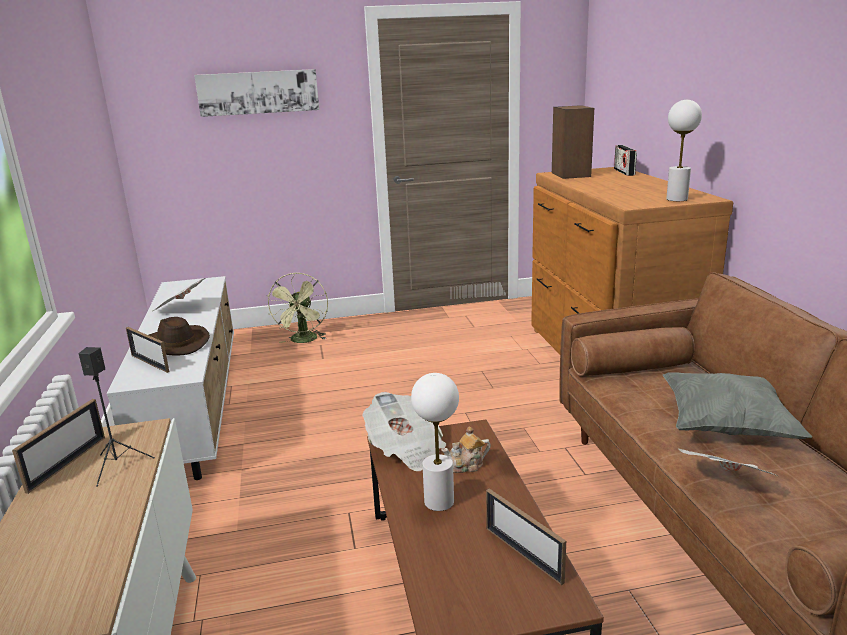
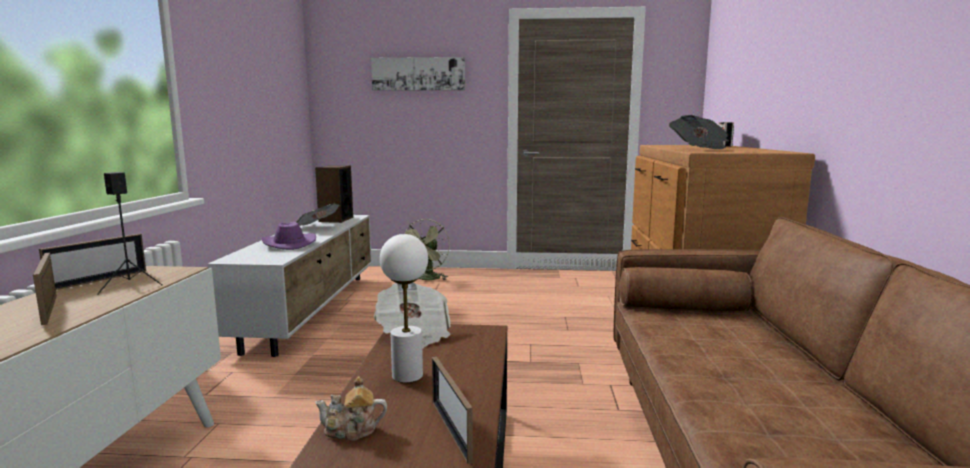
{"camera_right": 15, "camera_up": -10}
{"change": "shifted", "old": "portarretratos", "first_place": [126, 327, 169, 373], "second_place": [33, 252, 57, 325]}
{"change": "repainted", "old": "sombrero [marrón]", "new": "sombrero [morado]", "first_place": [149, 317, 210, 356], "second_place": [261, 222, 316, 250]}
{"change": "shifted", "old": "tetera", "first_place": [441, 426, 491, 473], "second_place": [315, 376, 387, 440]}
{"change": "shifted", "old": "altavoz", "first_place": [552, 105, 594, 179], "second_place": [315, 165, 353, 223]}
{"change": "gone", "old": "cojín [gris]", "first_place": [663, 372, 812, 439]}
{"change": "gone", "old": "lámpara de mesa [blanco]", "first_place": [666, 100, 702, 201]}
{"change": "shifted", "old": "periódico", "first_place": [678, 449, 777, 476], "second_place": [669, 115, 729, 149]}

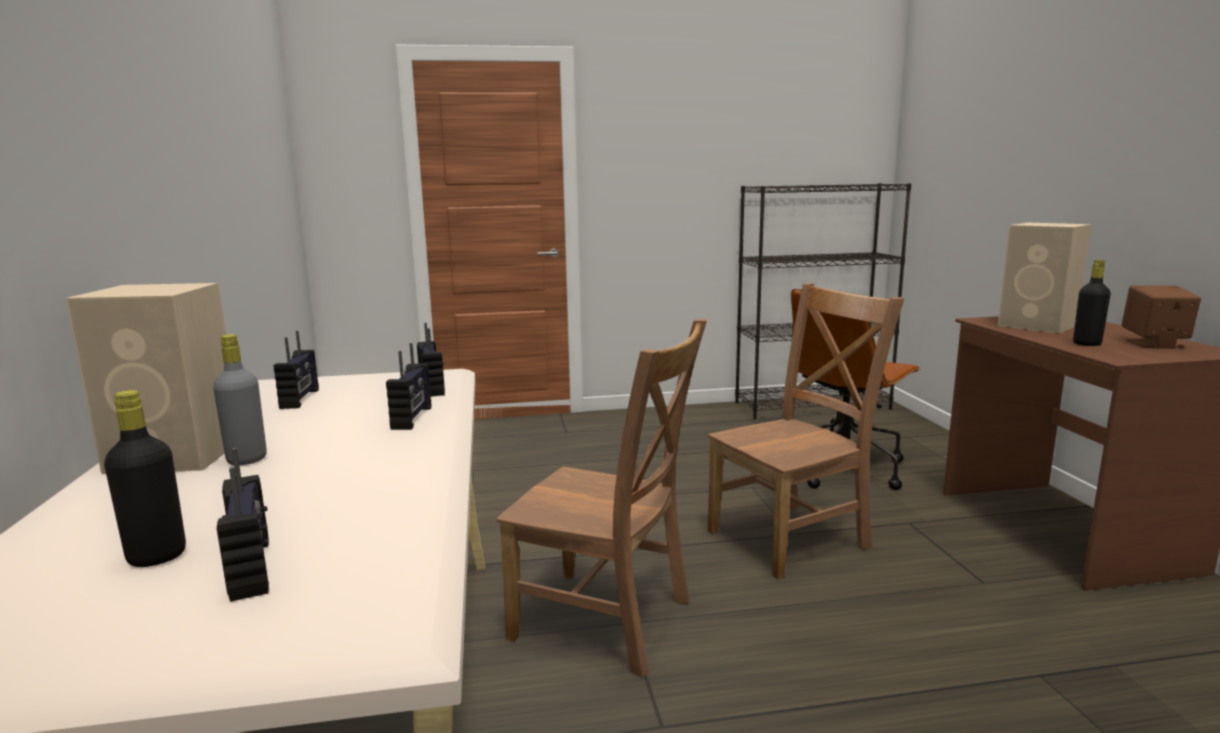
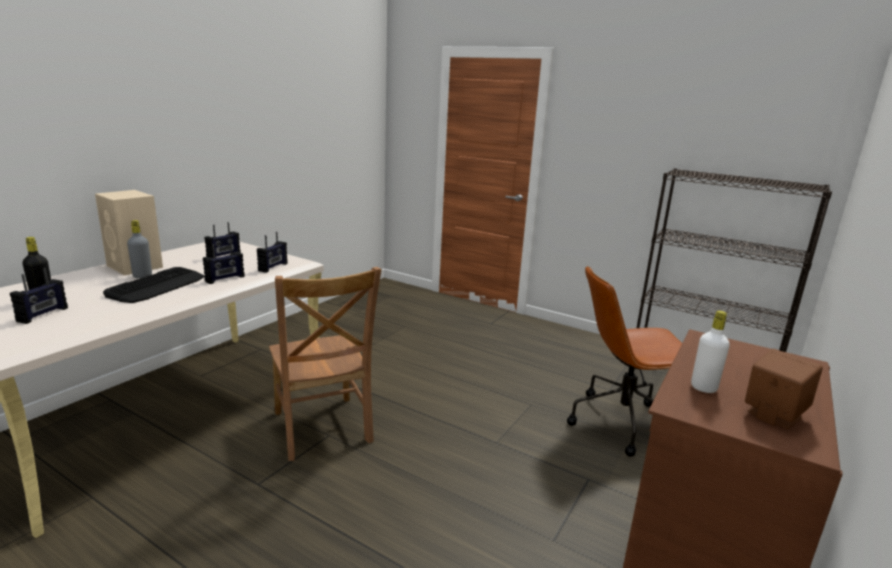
{"camera_right": 40, "camera_up": 5}
{"change": "gone", "old": "silla [marrón]", "first_place": [708, 283, 904, 579]}
{"change": "gone", "old": "altavoz [beis]", "first_place": [998, 223, 1091, 334]}
{"change": "repainted", "old": "botella [negro]", "new": "botella [blanco]", "first_place": [1073, 260, 1111, 346], "second_place": [691, 311, 730, 393]}
{"change": "new", "new": "teclado", "second_place": [103, 267, 205, 303]}

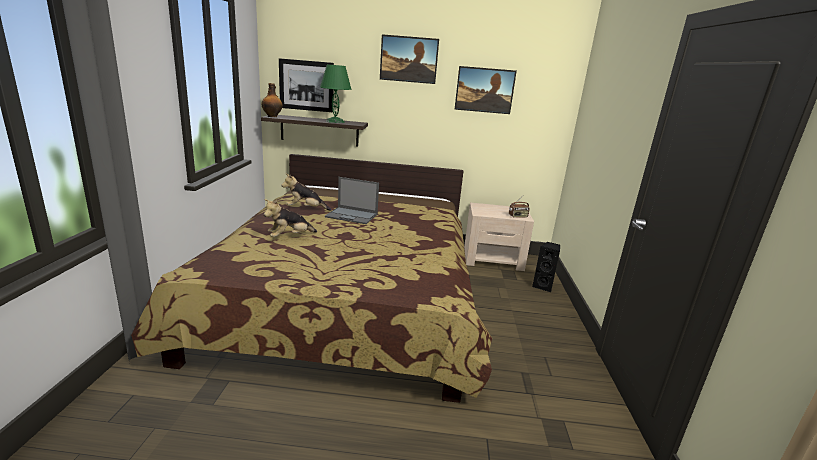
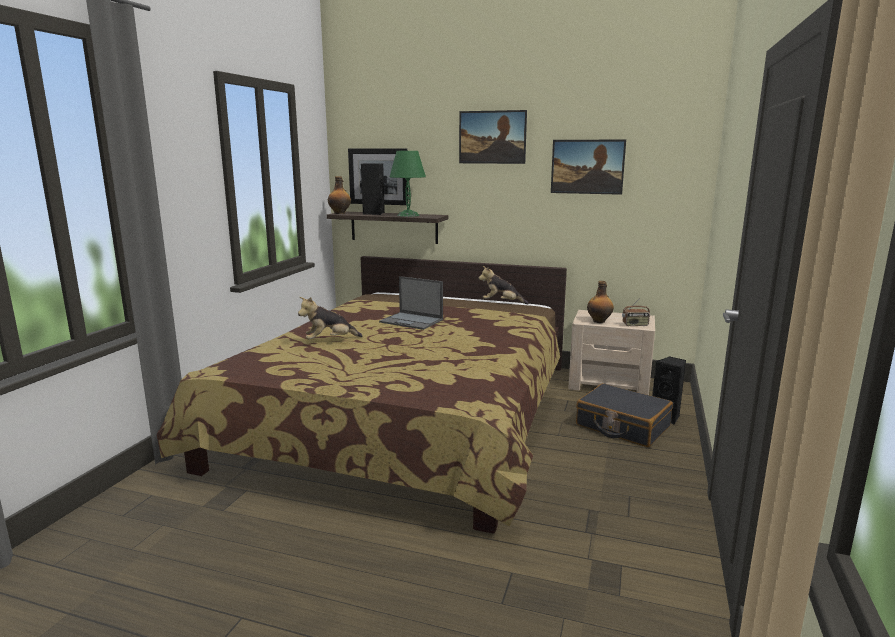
{"camera_right": 15, "camera_up": -5}
{"change": "shifted", "old": "peluche", "first_place": [281, 173, 331, 211], "second_place": [479, 266, 529, 304]}
{"change": "new", "new": "altavoz [negro]", "second_place": [361, 163, 385, 215]}
{"change": "new", "new": "maleta [negro]", "second_place": [576, 383, 673, 447]}
{"change": "new", "new": "botella", "second_place": [587, 281, 614, 323]}

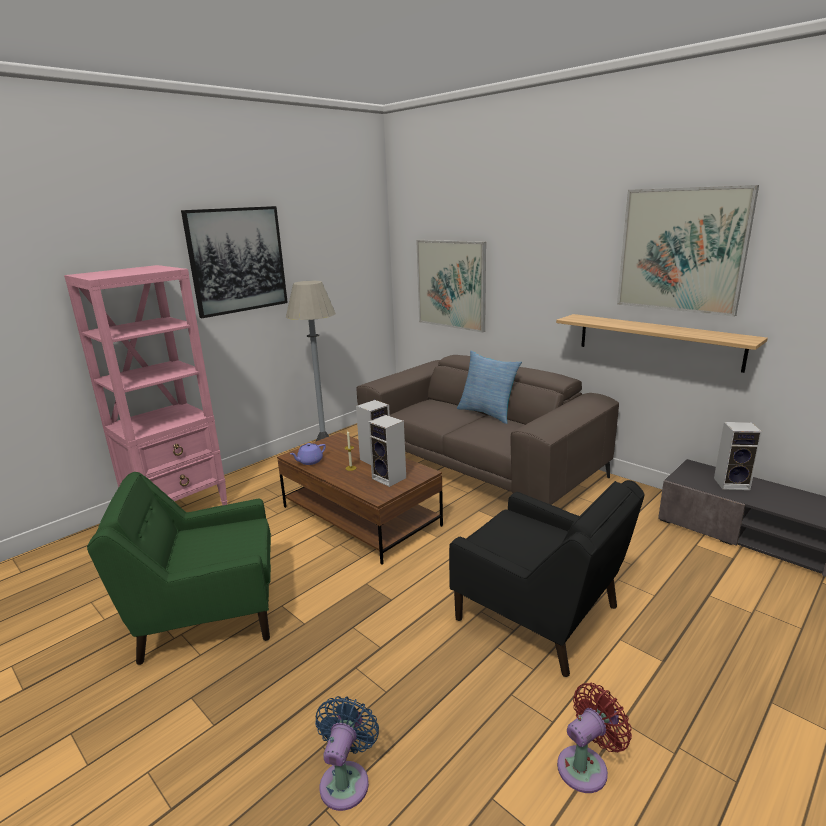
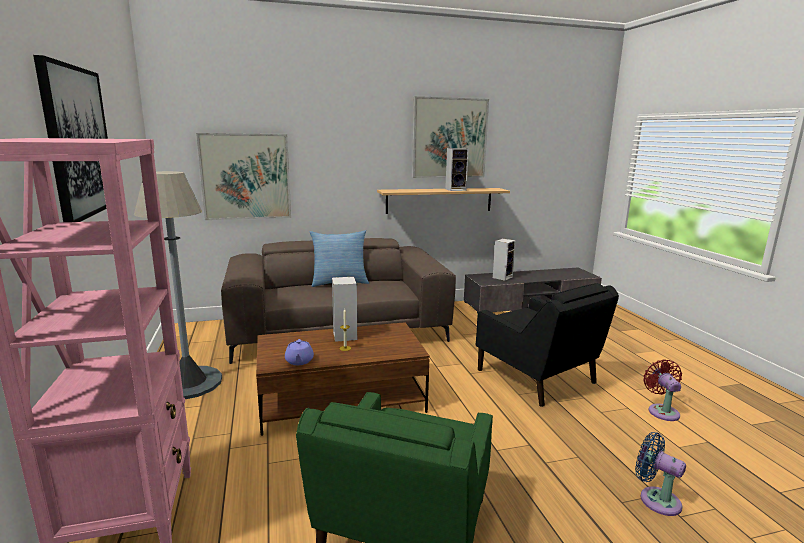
{"camera_right": -60, "camera_up": -5}
{"change": "shifted", "old": "altavoz", "first_place": [368, 415, 406, 487], "second_place": [445, 148, 469, 191]}
{"change": "rotated", "old": "sillón [negro]", "first_place": [449, 480, 644, 677], "second_place": [476, 283, 619, 407], "degrees": 75}

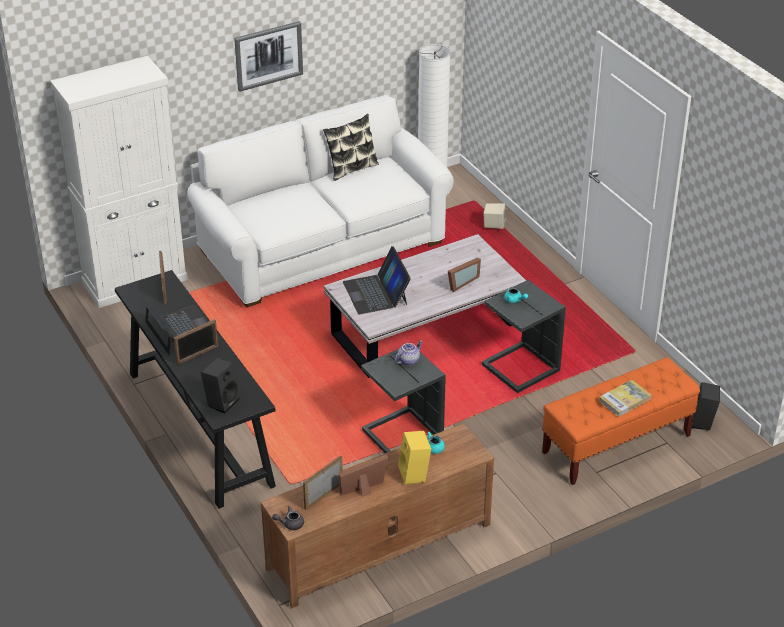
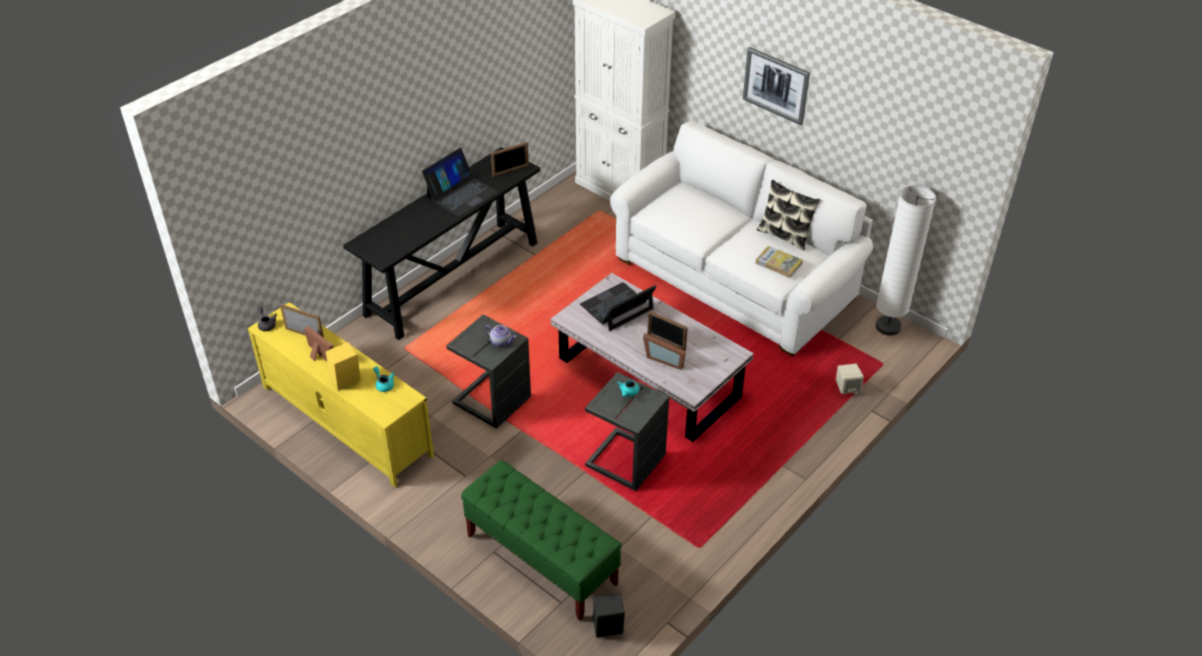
{"camera_right": 70, "camera_up": 5}
{"change": "shifted", "old": "portarretratos", "first_place": [173, 319, 218, 365], "second_place": [647, 311, 688, 351]}
{"change": "gone", "old": "altavoz [negro]", "first_place": [201, 358, 240, 414]}
{"change": "repainted", "old": "mueble de televisión [marrón]", "new": "mueble de televisión [amarillo]", "first_place": [261, 423, 494, 608], "second_place": [248, 302, 434, 487]}
{"change": "repainted", "old": "banco [naranja]", "new": "banco [verde]", "first_place": [542, 357, 700, 485], "second_place": [461, 460, 622, 621]}
{"change": "shifted", "old": "libro", "first_place": [599, 380, 652, 417], "second_place": [755, 246, 803, 278]}

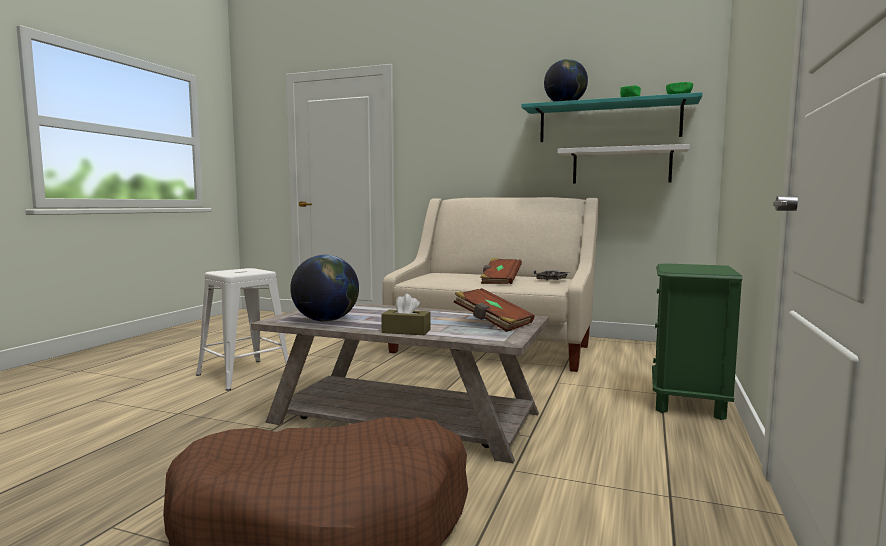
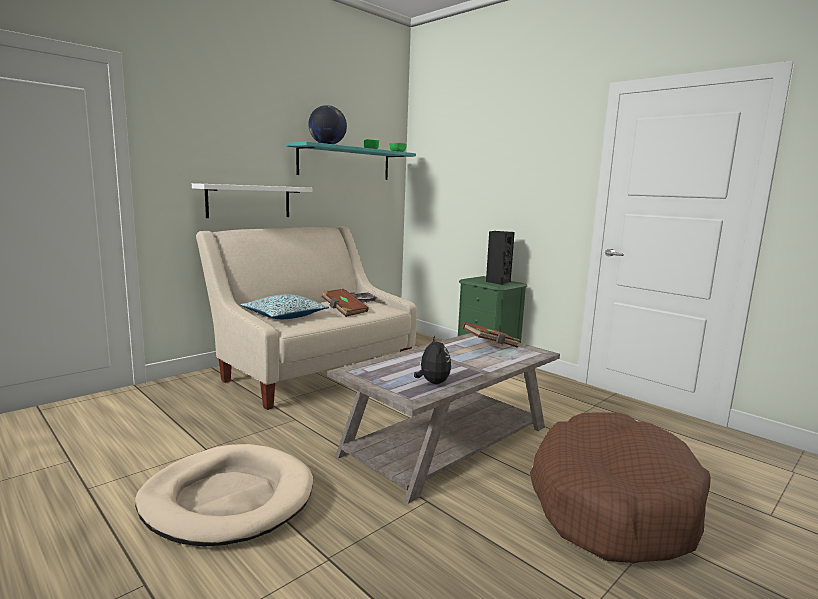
{"camera_right": -65, "camera_up": 5}
{"change": "swapped", "old": "taburete [blanco]", "new": "cama para perro [beis]", "first_place": [196, 268, 288, 391], "second_place": [135, 444, 313, 547]}
{"change": "swapped", "old": "globo terráqueo", "new": "peluche", "first_place": [290, 255, 359, 322], "second_place": [414, 336, 451, 384]}
{"change": "gone", "old": "caja de pañuelos [marrón]", "first_place": [381, 294, 431, 335]}
{"change": "shifted", "old": "estante [blanco]", "first_place": [558, 144, 690, 184], "second_place": [192, 183, 312, 218]}
{"change": "new", "new": "cojín", "second_place": [240, 294, 329, 319]}
{"change": "new", "new": "altavoz [negro]", "second_place": [486, 231, 515, 285]}

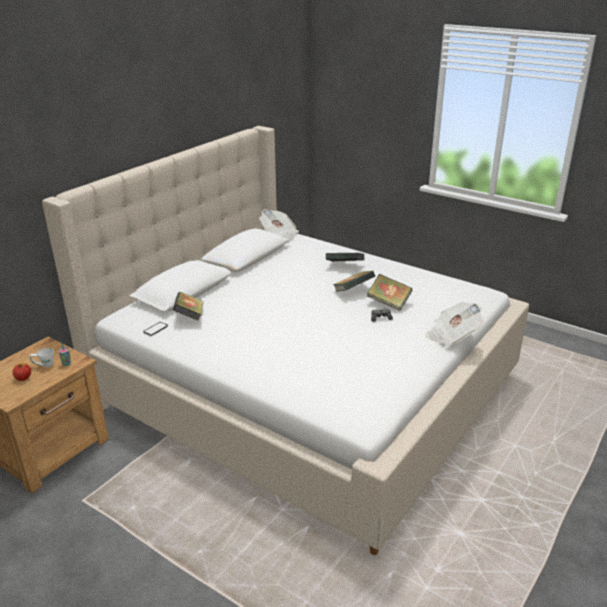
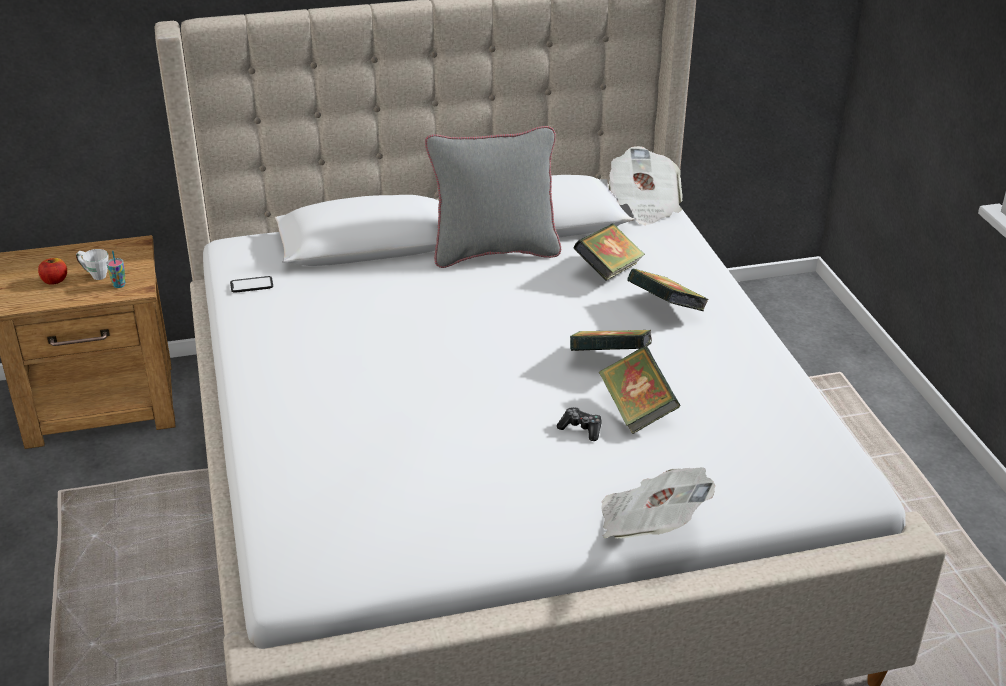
{"camera_right": 40, "camera_up": 5}
{"change": "shifted", "old": "libro", "first_place": [173, 292, 204, 321], "second_place": [573, 224, 645, 281]}
{"change": "new", "new": "cojín [gris]", "second_place": [425, 126, 561, 268]}

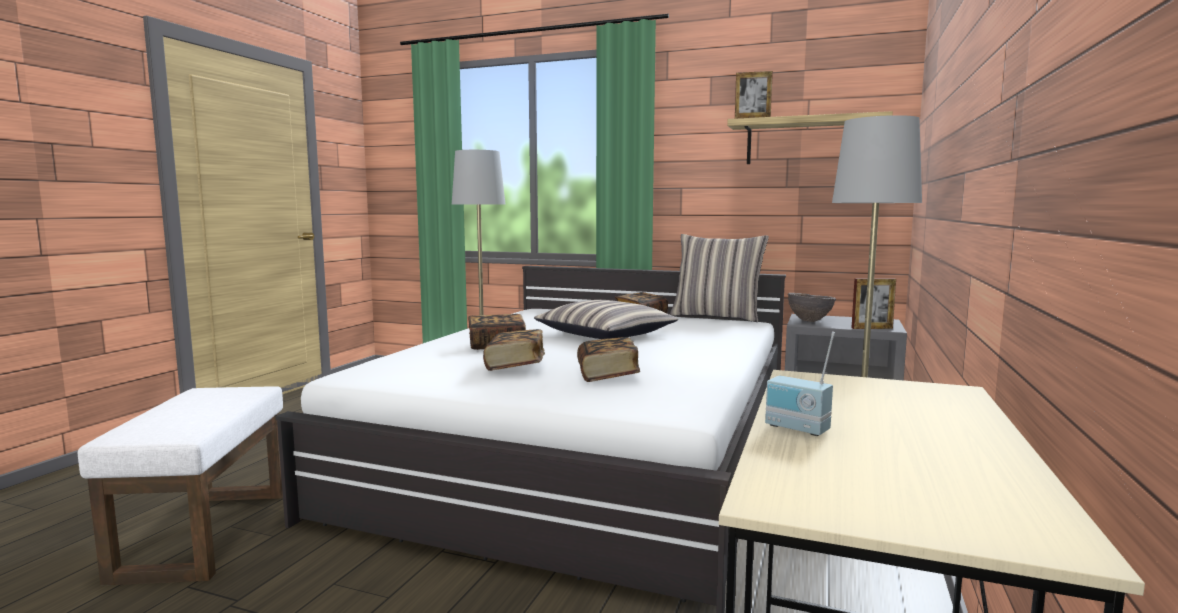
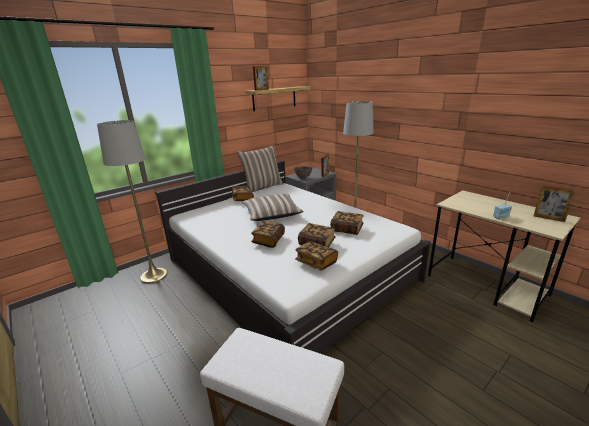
{"camera_right": -60, "camera_up": 15}
{"change": "new", "new": "libro", "second_place": [295, 241, 338, 271]}
{"change": "new", "new": "portarretratos", "second_place": [534, 185, 575, 222]}

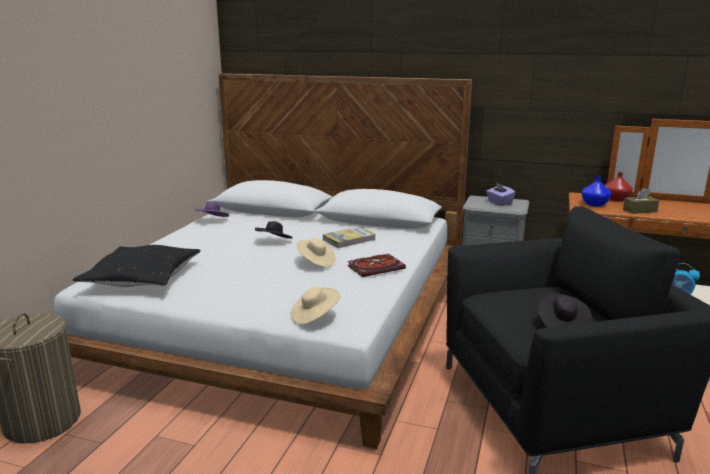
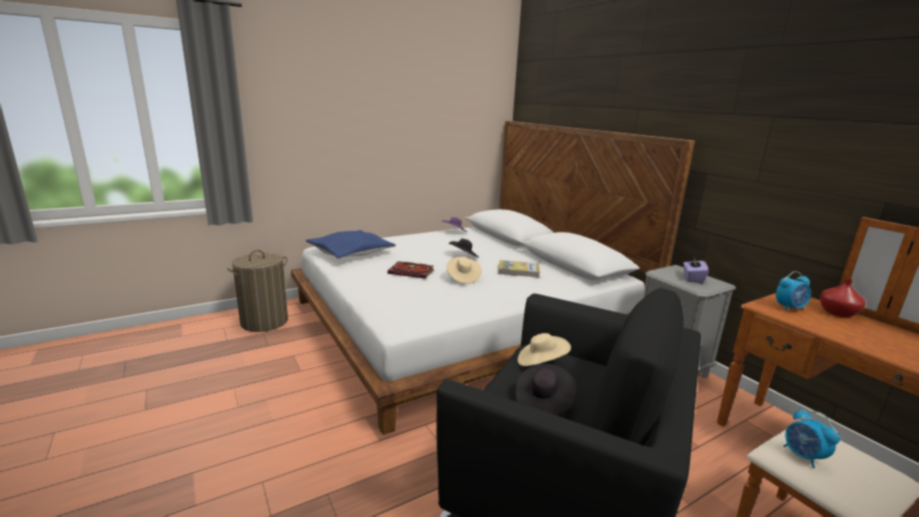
{"camera_right": 40, "camera_up": 0}
{"change": "repainted", "old": "cojín [negro]", "new": "cojín [azul]", "first_place": [73, 245, 201, 287], "second_place": [306, 230, 396, 259]}
{"change": "shifted", "old": "sombrero [beis]", "first_place": [290, 287, 340, 324], "second_place": [517, 333, 571, 366]}
{"change": "shifted", "old": "libro", "first_place": [347, 254, 406, 277], "second_place": [388, 261, 434, 279]}
{"change": "swapped", "old": "florero [azul]", "new": "despertador", "first_place": [582, 176, 611, 206], "second_place": [776, 271, 811, 311]}
{"change": "gone", "old": "caja de pañuelos [marrón]", "first_place": [623, 188, 659, 214]}

